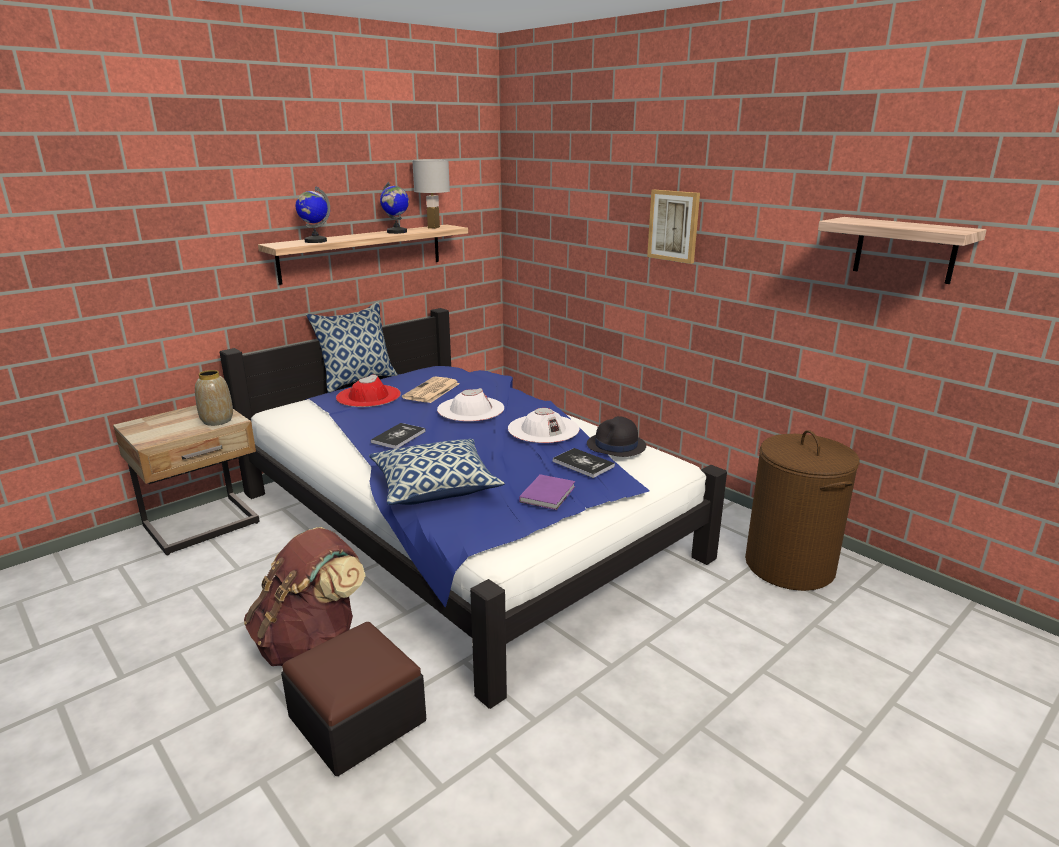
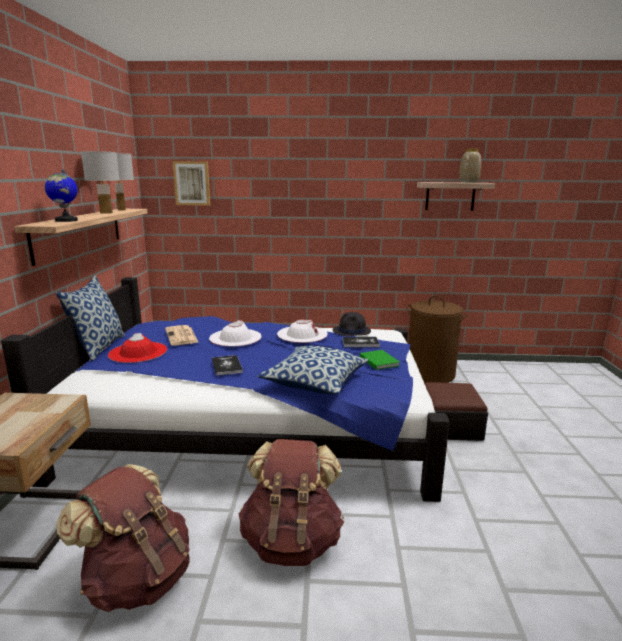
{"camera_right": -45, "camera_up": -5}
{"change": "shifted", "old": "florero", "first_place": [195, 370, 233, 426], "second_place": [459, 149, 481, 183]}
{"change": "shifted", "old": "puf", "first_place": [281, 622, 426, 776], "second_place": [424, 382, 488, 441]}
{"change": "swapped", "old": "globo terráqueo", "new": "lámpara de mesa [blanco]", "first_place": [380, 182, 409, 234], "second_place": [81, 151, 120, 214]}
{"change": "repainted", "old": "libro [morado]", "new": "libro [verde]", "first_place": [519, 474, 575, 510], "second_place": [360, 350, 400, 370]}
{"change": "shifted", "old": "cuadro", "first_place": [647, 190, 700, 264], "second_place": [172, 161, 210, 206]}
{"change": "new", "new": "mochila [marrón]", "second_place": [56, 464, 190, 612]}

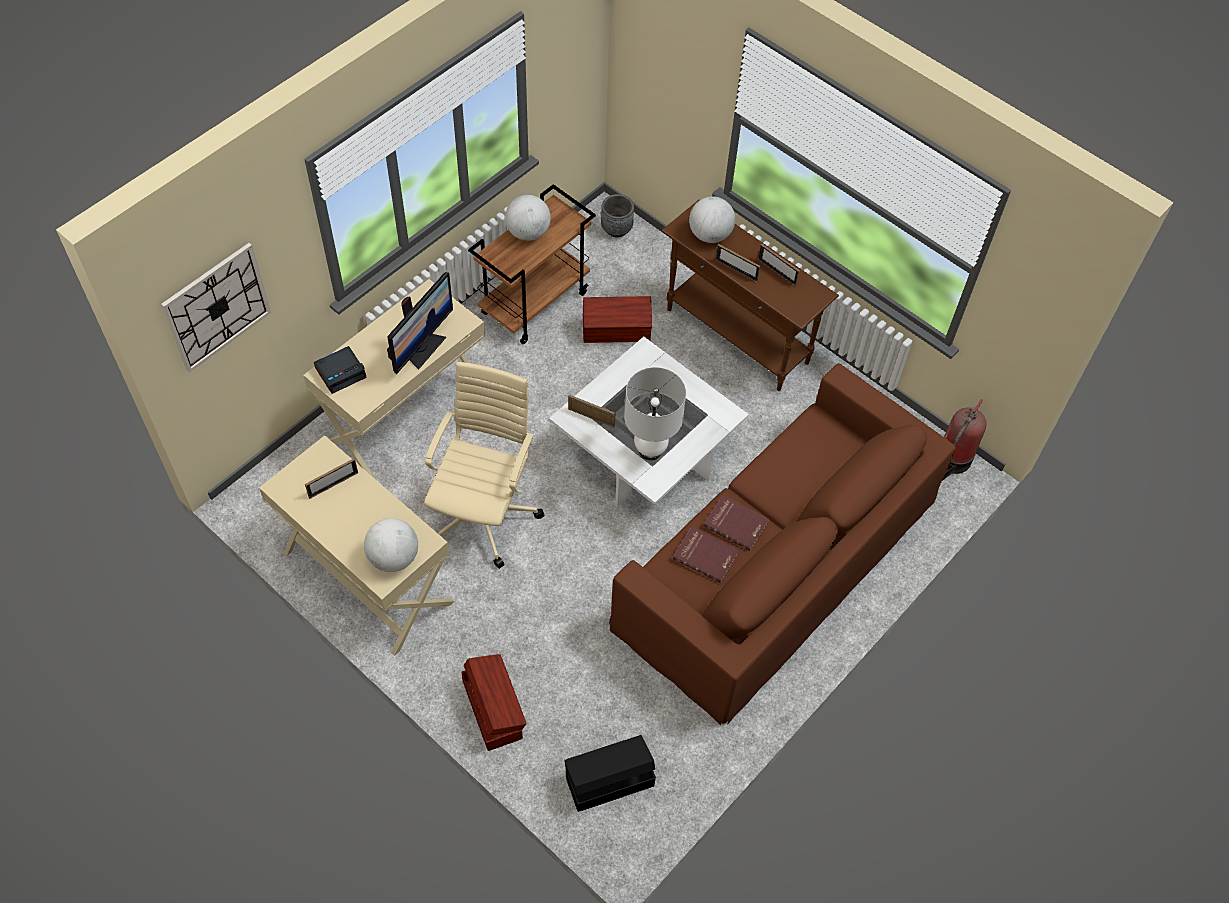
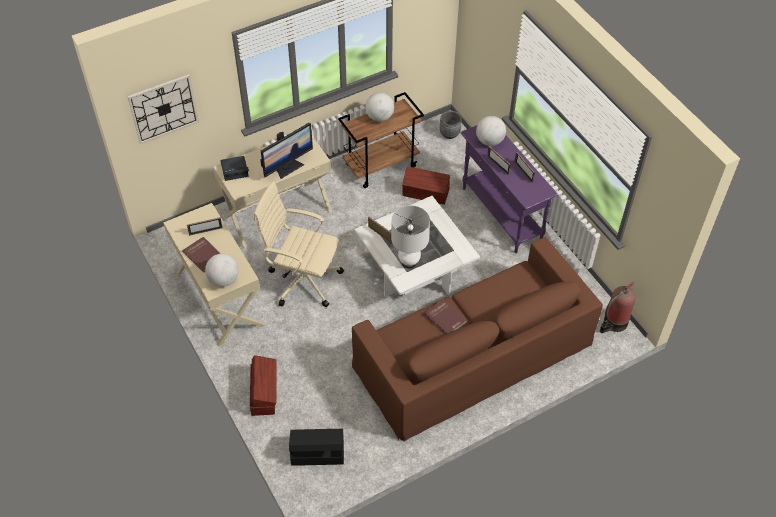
{"camera_right": 20, "camera_up": -5}
{"change": "rotated", "old": "silla de oficina [beis]", "first_place": [424, 362, 545, 569], "second_place": [254, 181, 344, 307], "degrees": -105}
{"change": "repainted", "old": "mesa consola [marrón]", "new": "mesa consola [morado]", "first_place": [662, 199, 839, 391], "second_place": [460, 125, 558, 253]}
{"change": "shifted", "old": "libro [rojo]", "first_place": [673, 526, 739, 583], "second_place": [182, 237, 221, 273]}

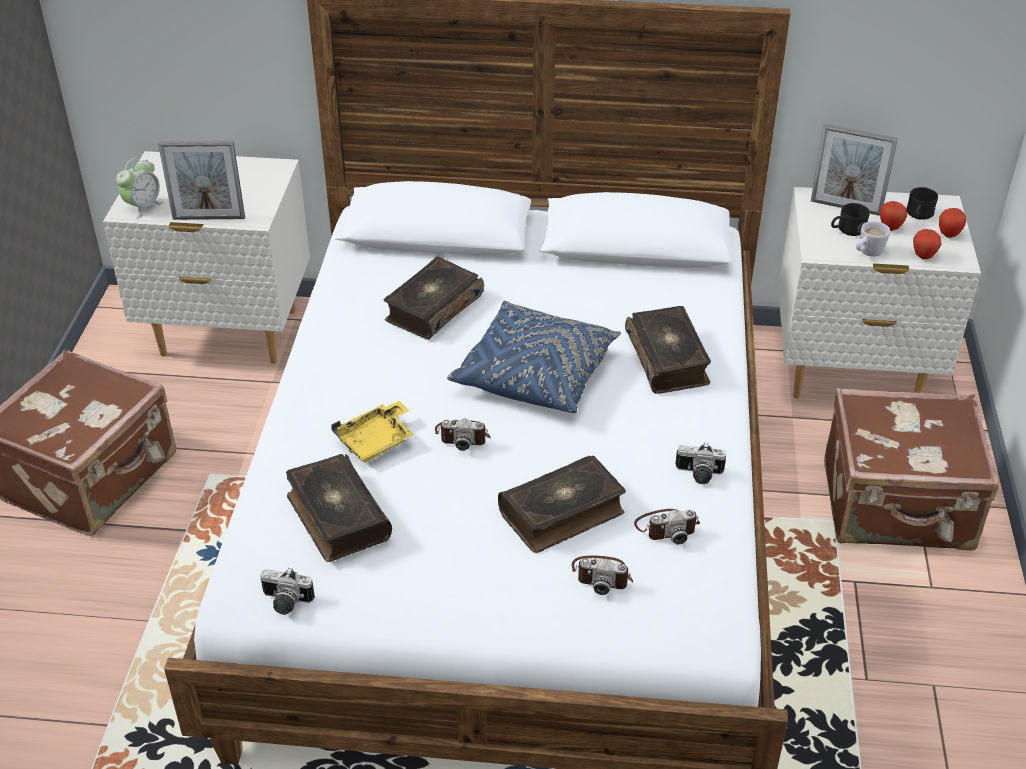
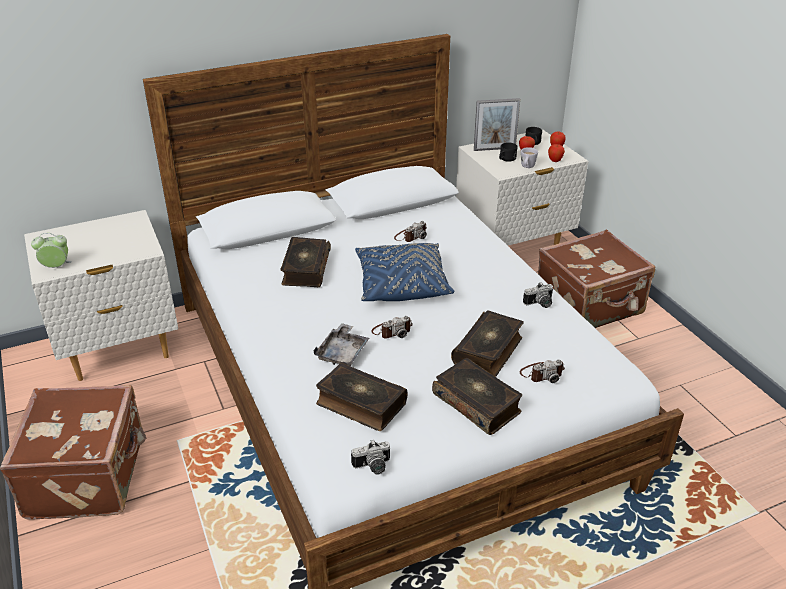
{"camera_right": -30, "camera_up": -5}
{"change": "rotated", "old": "despertador", "first_place": [116, 158, 164, 219], "second_place": [31, 233, 72, 268], "degrees": -105}
{"change": "gone", "old": "portarretratos", "first_place": [158, 141, 245, 220]}
{"change": "repainted", "old": "bandeja [amarillo]", "new": "bandeja [gris]", "first_place": [331, 401, 414, 463], "second_place": [314, 323, 369, 366]}
{"change": "shifted", "old": "libro", "first_place": [625, 306, 711, 394], "second_place": [432, 358, 522, 435]}
{"change": "shifted", "old": "cámara", "first_place": [634, 509, 700, 544], "second_place": [394, 221, 427, 242]}

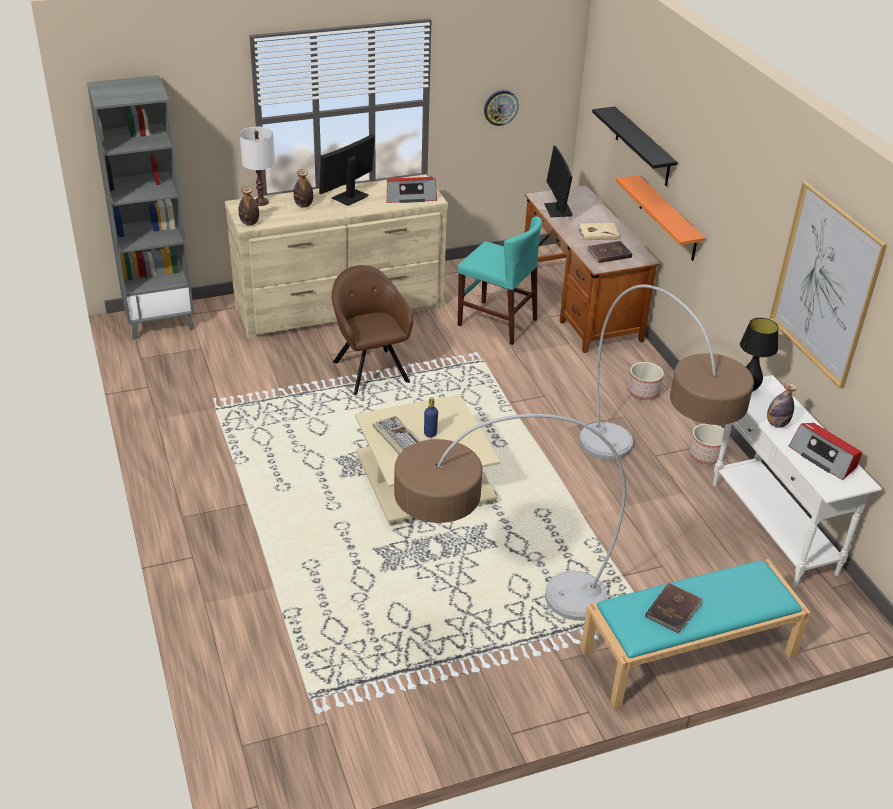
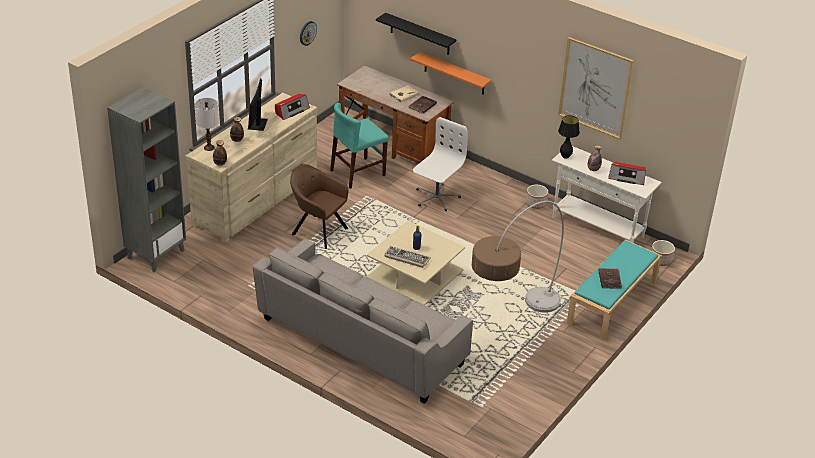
{"camera_right": -35, "camera_up": 0}
{"change": "rotated", "old": "silla [turquesa]", "first_place": [457, 216, 542, 345], "second_place": [330, 103, 389, 189], "degrees": 150}
{"change": "gone", "old": "monitor", "first_place": [544, 145, 573, 217]}
{"change": "gone", "old": "lámpara de pie", "first_place": [579, 285, 754, 460]}
{"change": "shifted", "old": "maceta", "first_place": [628, 362, 664, 400], "second_place": [651, 240, 675, 266]}
{"change": "new", "new": "sofá [gris]", "second_place": [253, 239, 473, 404]}
{"change": "new", "new": "silla de oficina [blanco]", "second_place": [413, 117, 468, 211]}

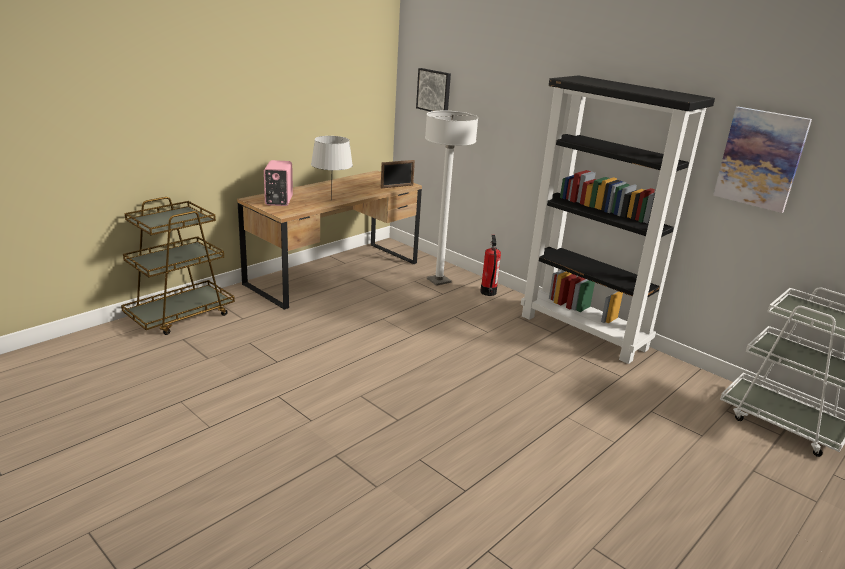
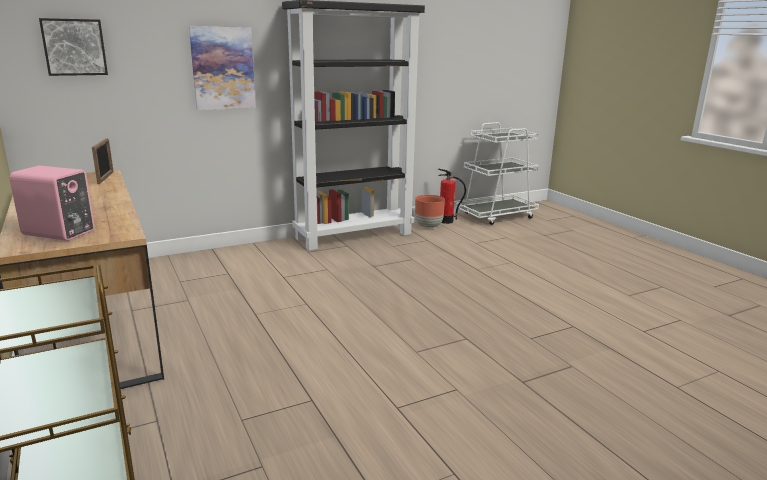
{"camera_right": -70, "camera_up": -5}
{"change": "gone", "old": "lámpara de mesa [gris]", "first_place": [311, 136, 353, 201]}
{"change": "gone", "old": "lámpara de pie [blanco]", "first_place": [425, 111, 478, 286]}
{"change": "shifted", "old": "extintor", "first_place": [480, 235, 501, 296], "second_place": [438, 169, 466, 224]}
{"change": "shifted", "old": "cuadro", "first_place": [713, 107, 812, 213], "second_place": [189, 26, 256, 110]}
{"change": "new", "new": "maceta [marrón]", "second_place": [415, 195, 445, 228]}

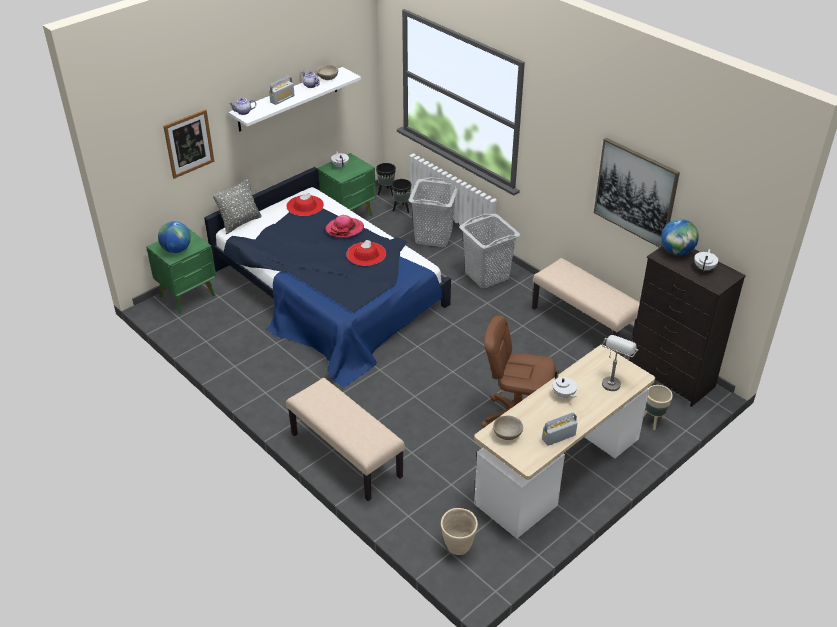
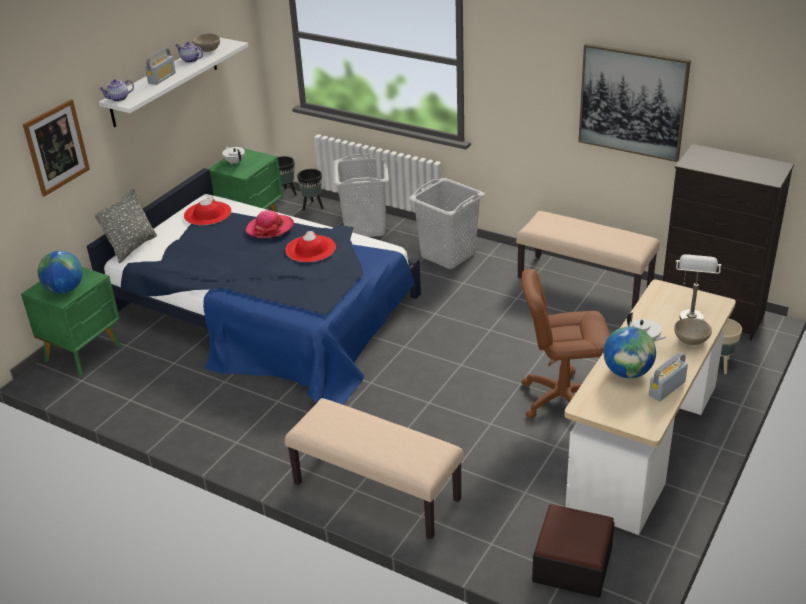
{"camera_right": -15, "camera_up": -5}
{"change": "swapped", "old": "maceta [beis]", "new": "puf", "first_place": [441, 508, 478, 555], "second_place": [532, 504, 615, 598]}
{"change": "shifted", "old": "cuenco [beis]", "first_place": [493, 416, 523, 440], "second_place": [674, 318, 712, 345]}
{"change": "shifted", "old": "globo terráqueo", "first_place": [661, 219, 699, 255], "second_place": [603, 327, 656, 378]}
{"change": "gone", "old": "tetera [blanco]", "first_place": [694, 249, 719, 272]}

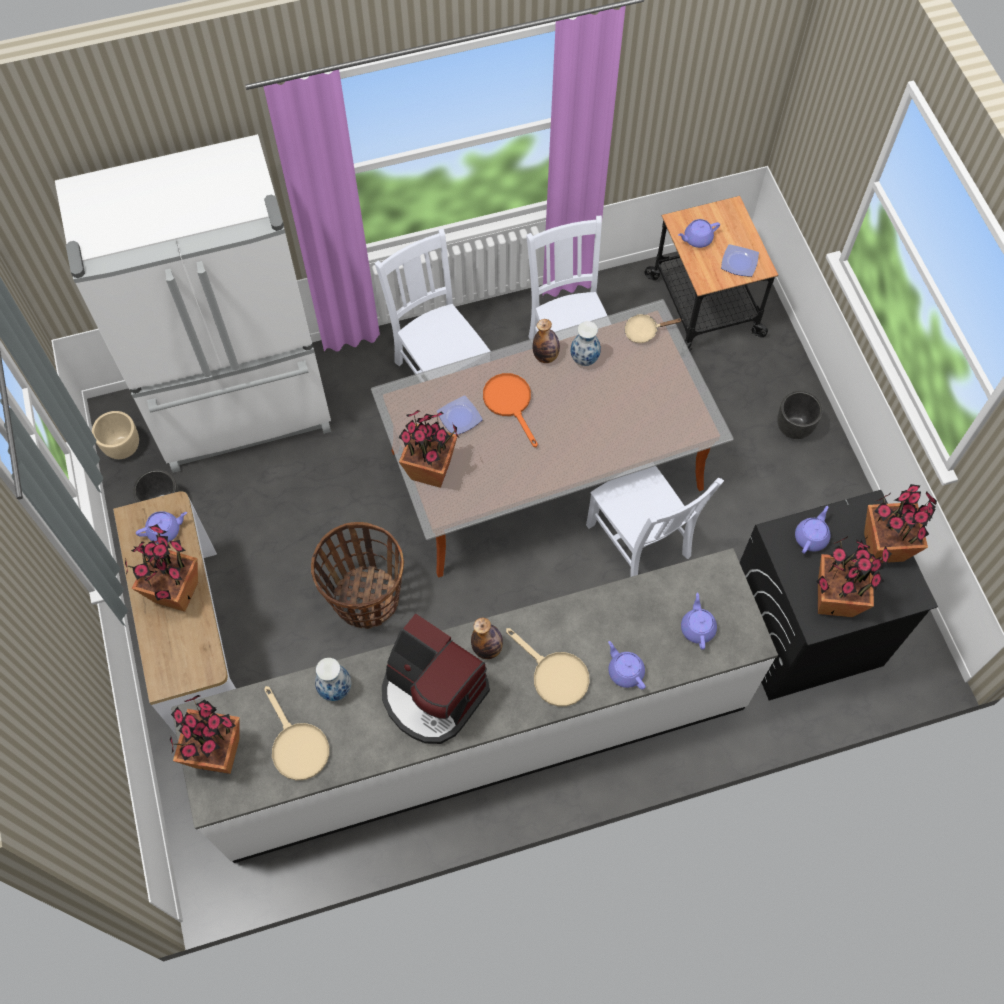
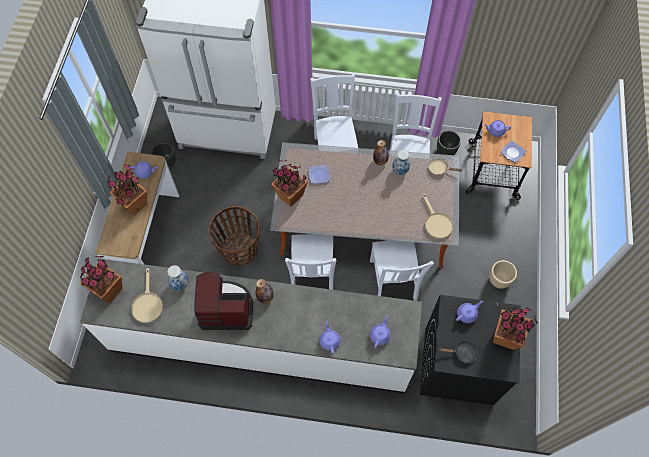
{"camera_right": 25, "camera_up": 0}
{"change": "shifted", "old": "maceta [beis]", "first_place": [92, 411, 139, 459], "second_place": [489, 260, 517, 289]}
{"change": "rotated", "old": "cafetera", "first_place": [382, 613, 490, 744], "second_place": [194, 272, 253, 330], "degrees": 120}
{"change": "gone", "old": "sartén [naranja]", "first_place": [483, 373, 538, 447]}
{"change": "shifted", "old": "sartén [beis]", "first_place": [506, 628, 590, 707], "second_place": [422, 193, 454, 239]}
{"change": "shifted", "old": "maceta [negro]", "first_place": [777, 391, 823, 439], "second_place": [437, 130, 461, 155]}
{"change": "swapped", "old": "planta en maceta", "new": "sartén [negro]", "first_place": [816, 536, 892, 617], "second_place": [439, 340, 477, 363]}
{"change": "new", "new": "silla [blanco]", "second_place": [285, 234, 336, 290]}

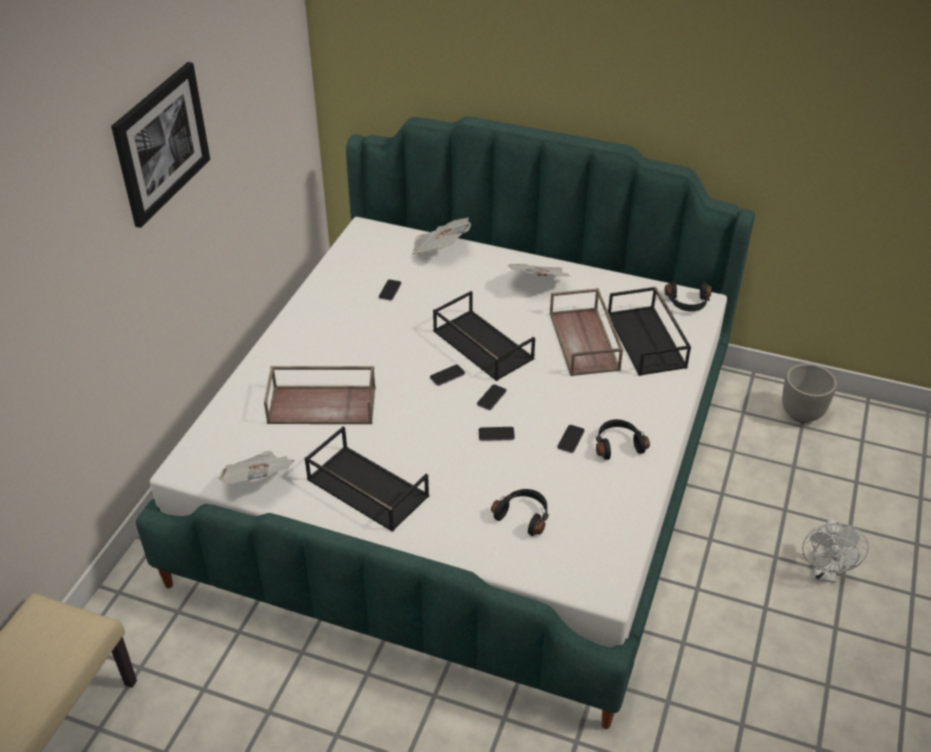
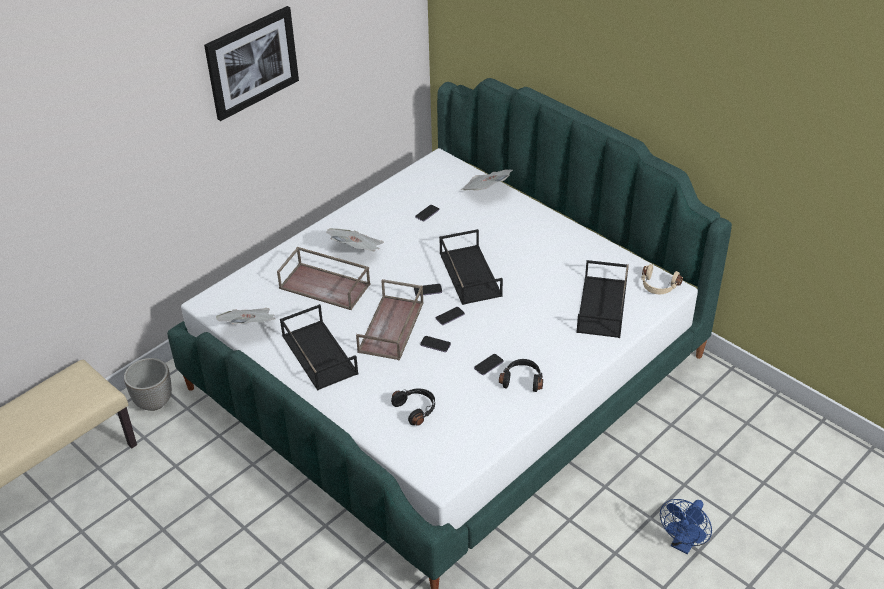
{"camera_right": 25, "camera_up": 0}
{"change": "shifted", "old": "periódico", "first_place": [508, 264, 571, 277], "second_place": [326, 228, 384, 251]}
{"change": "shifted", "old": "bandeja [marrón]", "first_place": [550, 288, 623, 376], "second_place": [356, 279, 424, 361]}
{"change": "repainted", "old": "auriculares [negro]", "new": "auriculares [beis]", "first_place": [665, 281, 712, 312], "second_place": [642, 264, 683, 294]}
{"change": "shifted", "old": "maceta", "first_place": [782, 363, 837, 423], "second_place": [124, 358, 172, 411]}
{"change": "repainted", "old": "ventilador [blanco]", "new": "ventilador [azul]", "first_place": [802, 519, 869, 583], "second_place": [660, 499, 712, 554]}

